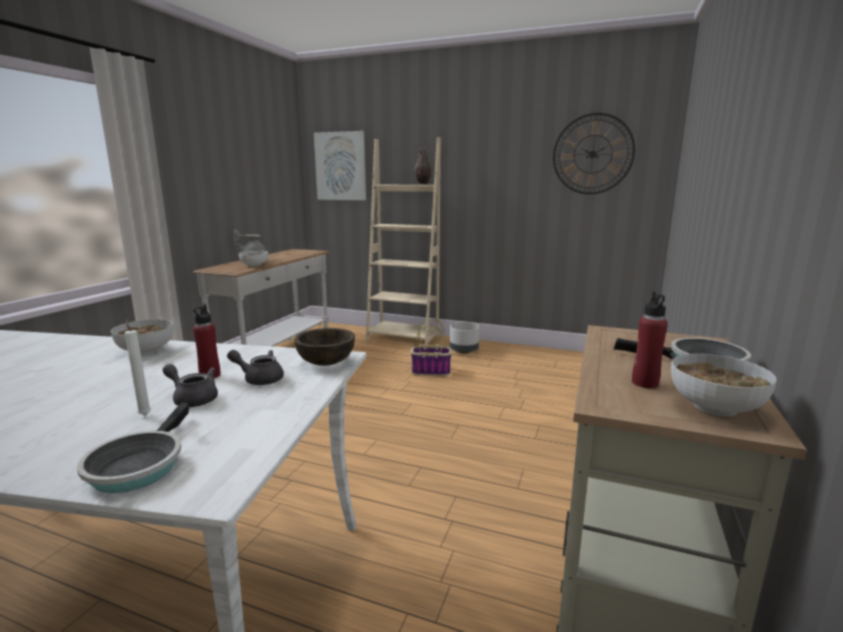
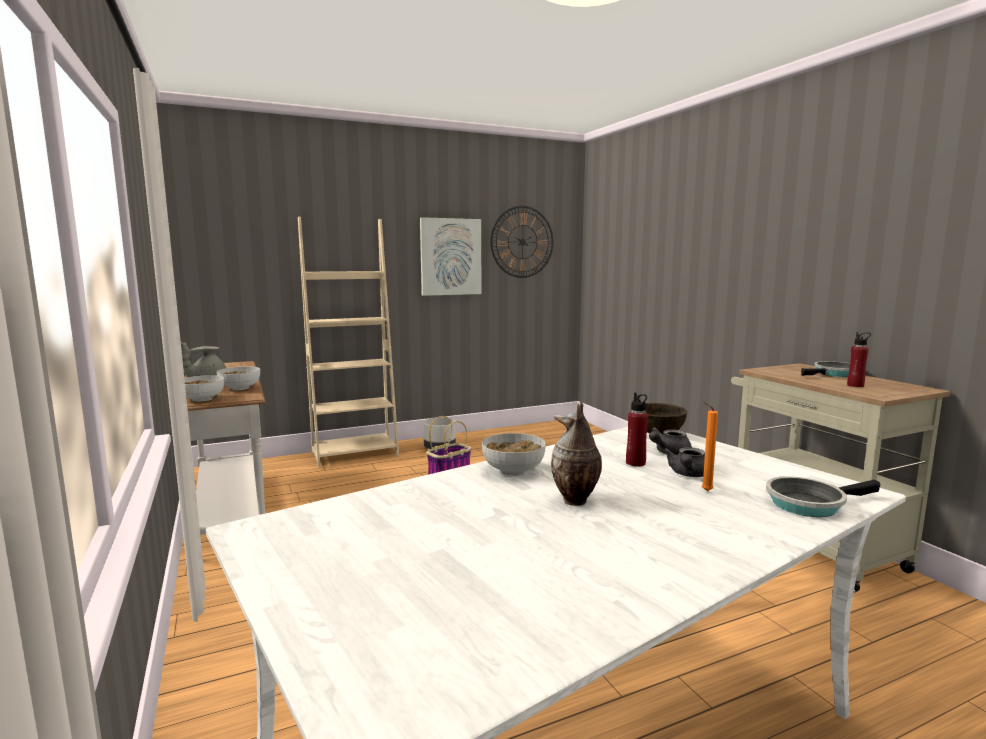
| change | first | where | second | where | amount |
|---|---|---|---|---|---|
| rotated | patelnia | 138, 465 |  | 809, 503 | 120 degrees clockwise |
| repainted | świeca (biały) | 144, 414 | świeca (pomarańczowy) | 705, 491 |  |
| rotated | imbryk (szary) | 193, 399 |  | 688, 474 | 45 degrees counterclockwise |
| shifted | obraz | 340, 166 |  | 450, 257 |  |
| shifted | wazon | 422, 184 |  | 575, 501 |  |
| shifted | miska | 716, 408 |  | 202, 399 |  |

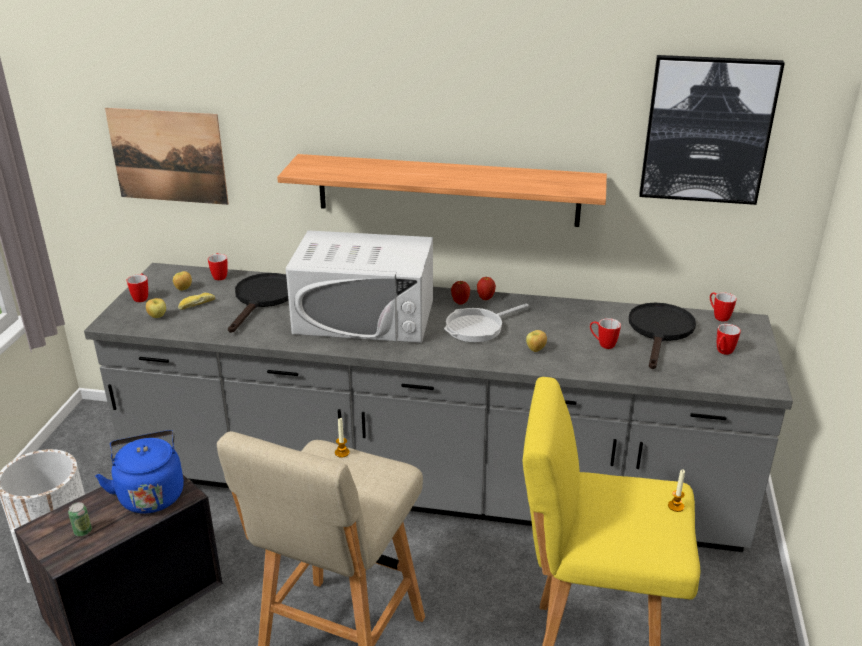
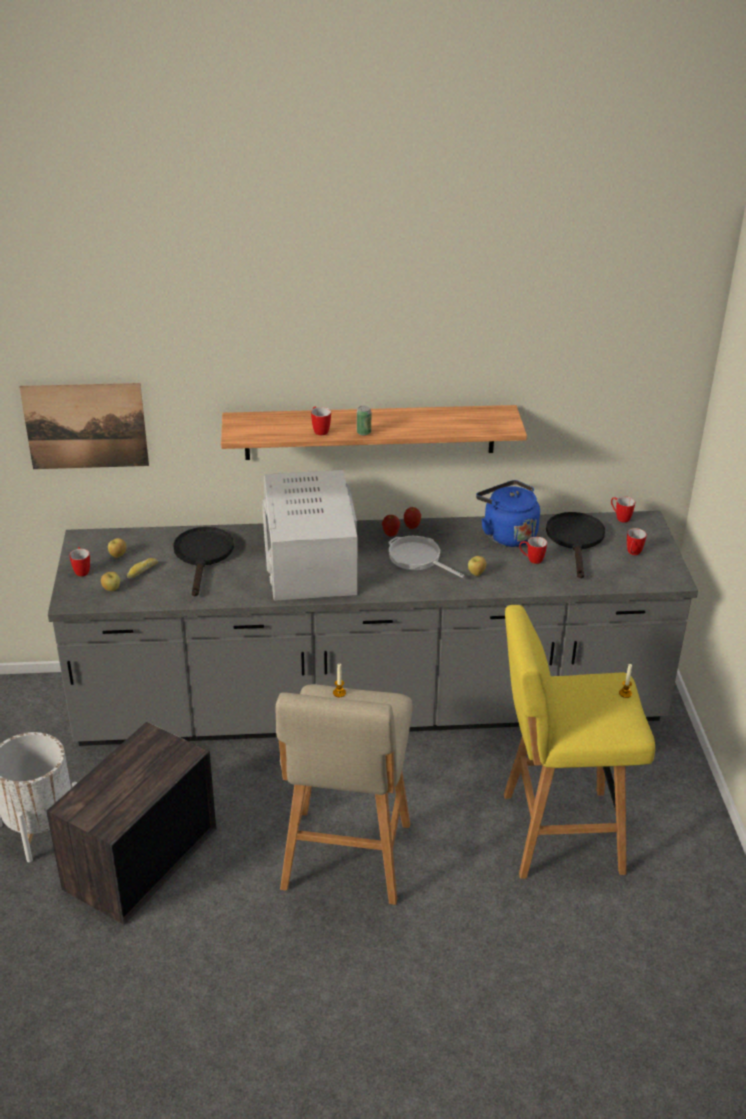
| change | first | where | second | where | amount |
|---|---|---|---|---|---|
| shifted | puszka | 83, 531 |  | 363, 432 |  |
| shifted | czajnik (niebieski) | 150, 494 |  | 507, 534 |  |
| shifted | kubek | 219, 276 |  | 319, 430 |  |
| rotated | mikrofalówka (biały) | 365, 317 |  | 310, 561 | 90 degrees clockwise |
| rotated | patelnia | 478, 327 |  | 417, 558 | 90 degrees clockwise |
| gone | obraz | 707, 130 |  |  |  |

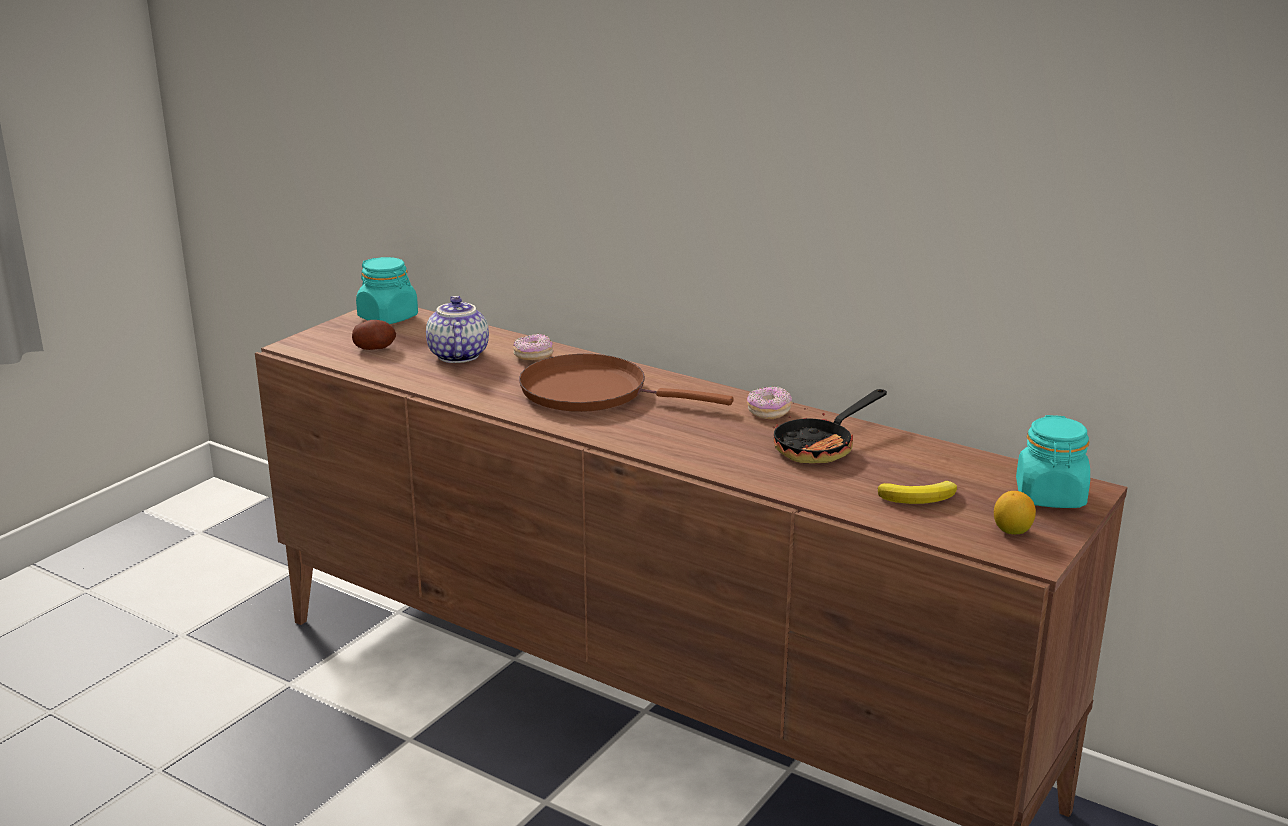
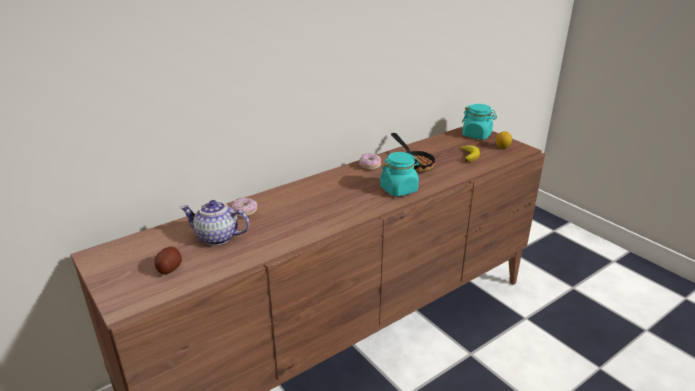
| change | first | where | second | where | amount |
|---|---|---|---|---|---|
| shifted | słoik (turkusowy) | 388, 318 |  | 399, 189 |  |
| gone | patelnia (brązowy) | 592, 392 |  |  |  |

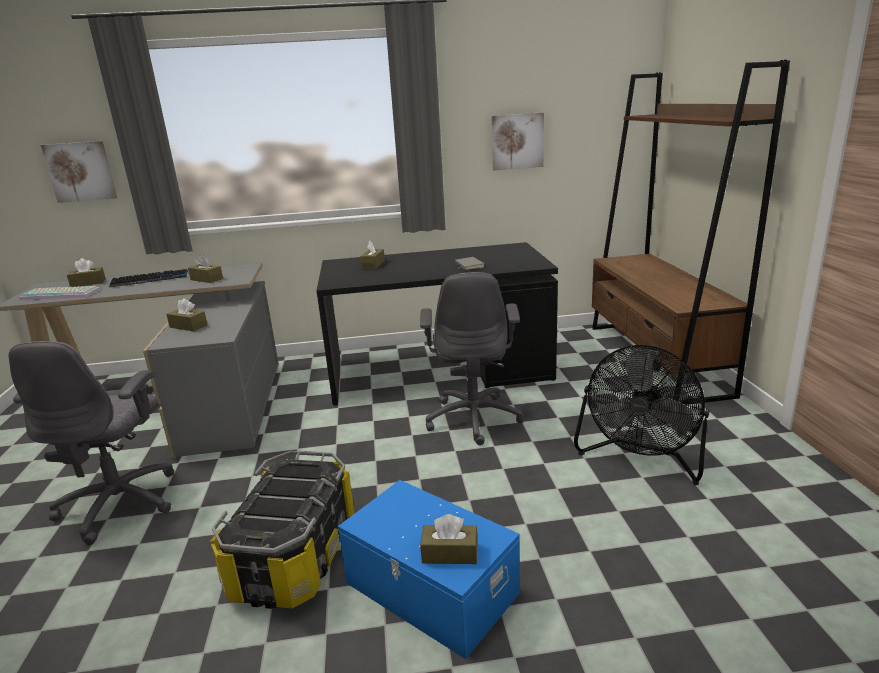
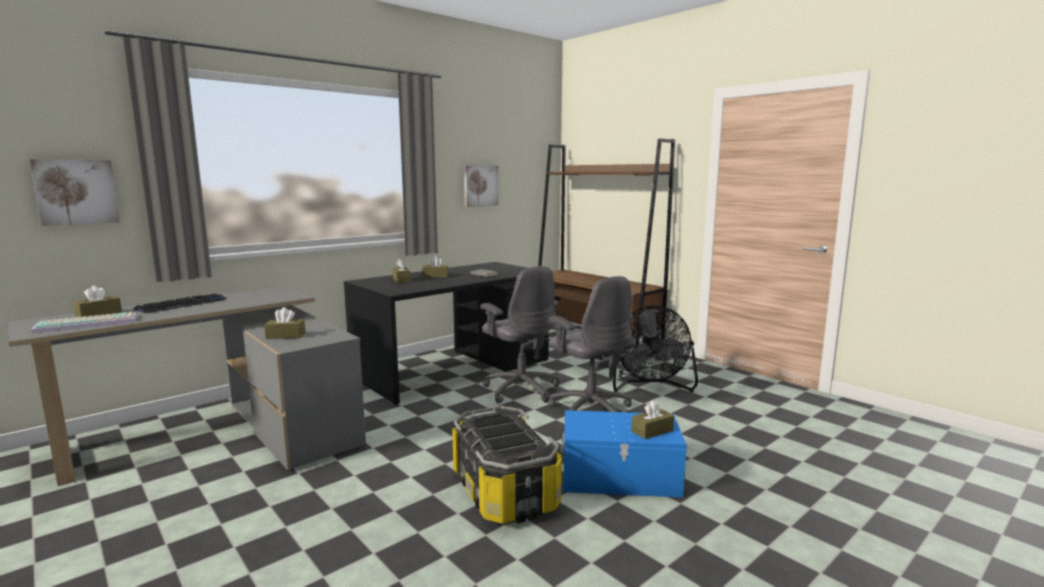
| change | first | where | second | where | amount |
|---|---|---|---|---|---|
| shifted | krzesło biurowe (szary) | 121, 503 |  | 590, 411 |  |
| shifted | pudełko chusteczek (brązowy) | 206, 279 |  | 435, 276 |  |

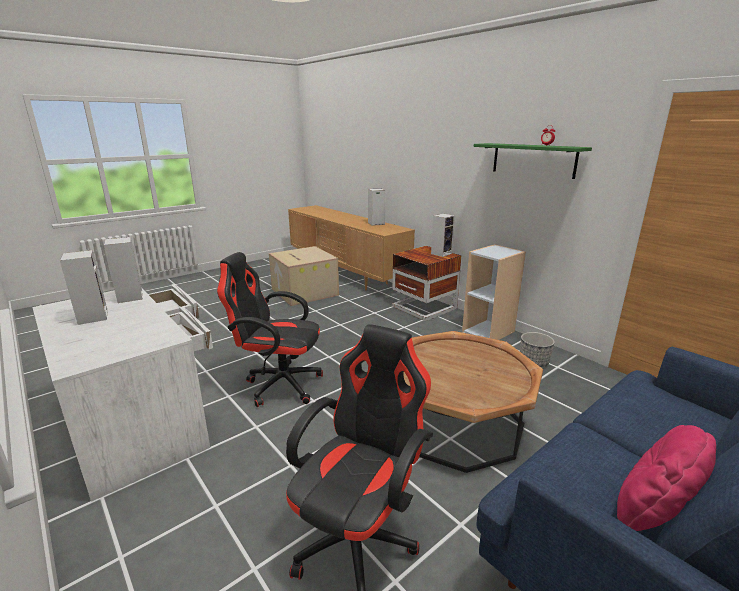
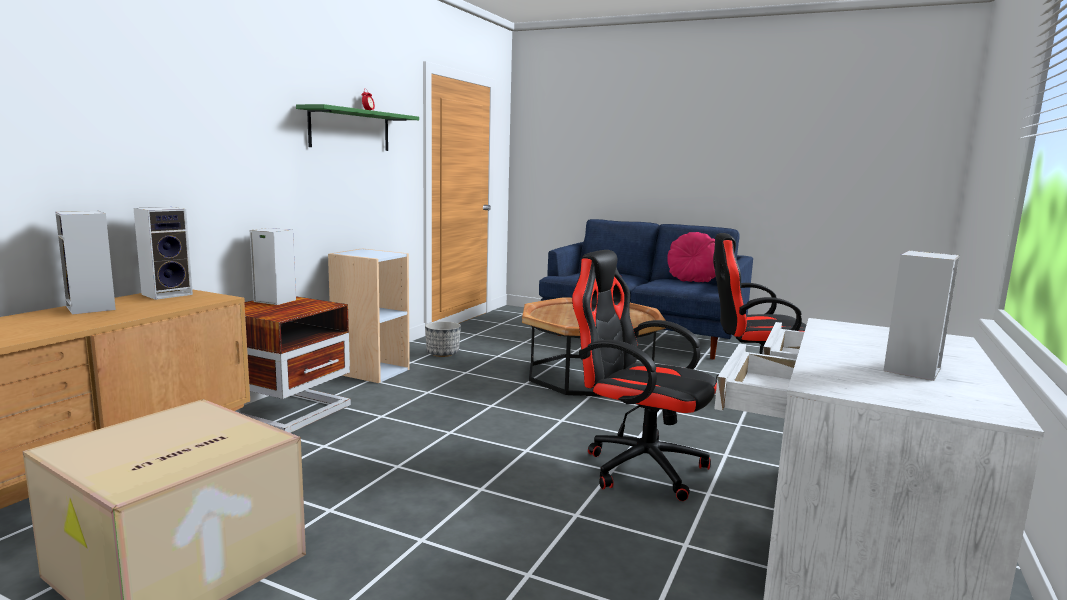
| change | first | where | second | where | amount |
|---|---|---|---|---|---|
| shifted | głośnik | 131, 297 |  | 168, 294 |  |
| rotated | krzesło biurowe (czarny) | 278, 384 |  | 636, 466 | 135 degrees clockwise |

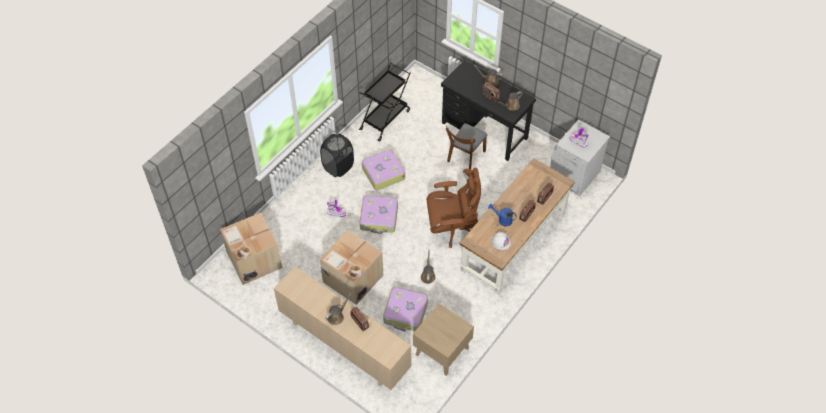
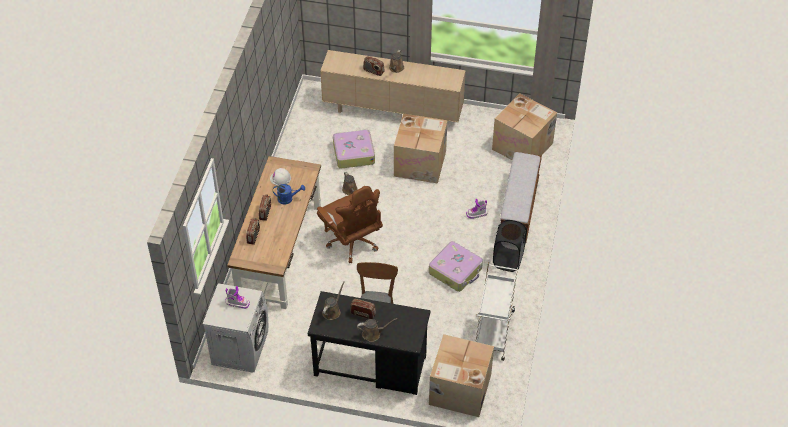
| change | first | where | second | where | amount |
|---|---|---|---|---|---|
| repainted | wózek (czarny) | 385, 120 | wózek (biały) | 493, 333 |  |
| gone | walizka | 379, 218 |  |  |  |
| gone | szafka nocna (beżowy) | 441, 351 |  |  |  |
| rotated | krzesło biurowe (brązowy) | 451, 229 |  | 350, 240 | 90 degrees counterclockwise |
| new |  |  | karton | 459, 390 |  |
| new |  |  | ławka | 519, 209 |  |

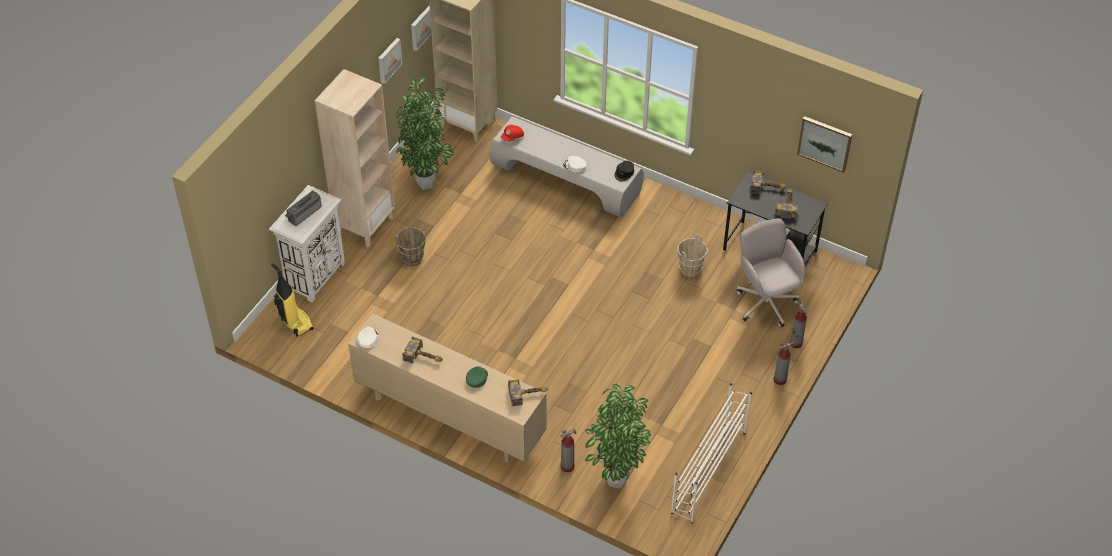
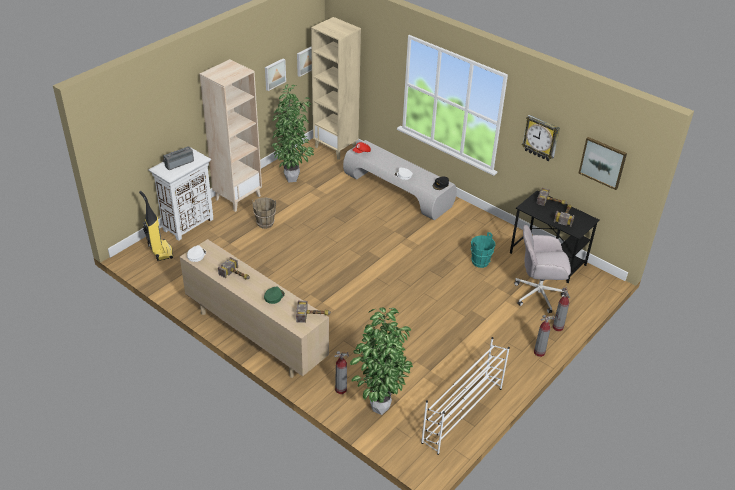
| change | first | where | second | where | amount |
|---|---|---|---|---|---|
| repainted | wiadro (beżowy) | 690, 269 | wiadro (turkusowy) | 480, 262 |  |
| rotated | krzesło biurowe (szary) | 766, 303 |  | 537, 295 | 75 degrees counterclockwise |
| new |  |  | zegar ścienny | 541, 138 |  |

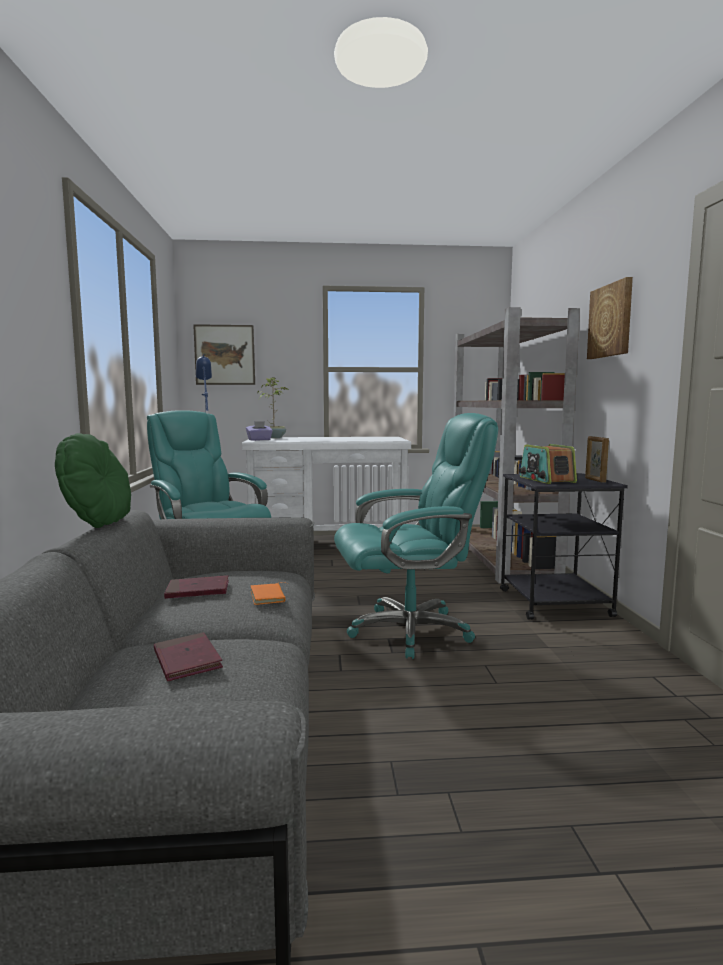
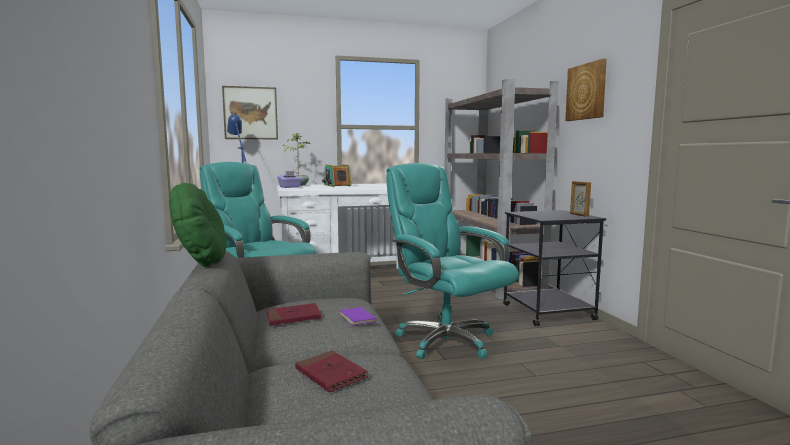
| change | first | where | second | where | amount |
|---|---|---|---|---|---|
| repainted | książka (pomarańczowy) | 269, 596 | książka (fioletowy) | 359, 318 |  |
| rotated | krzesło biurowe (turkusowy) | 407, 631 |  | 447, 341 | 105 degrees counterclockwise |
| shifted | radio | 546, 479 |  | 337, 185 |  |

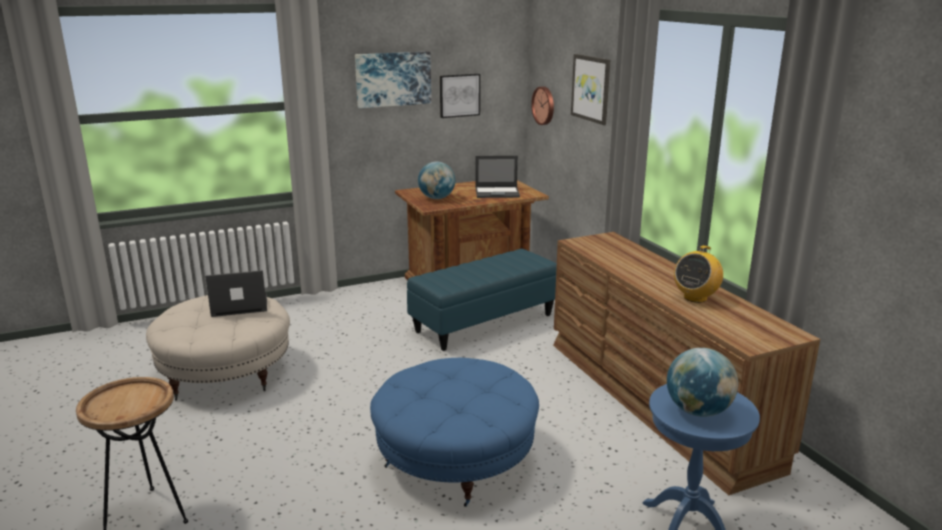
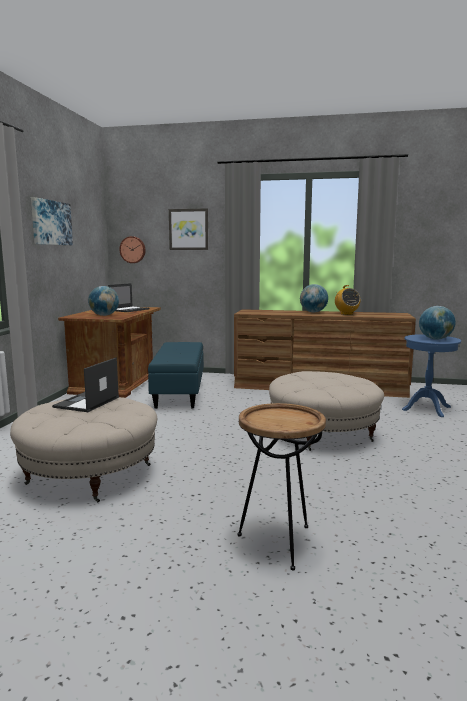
| change | first | where | second | where | amount |
|---|---|---|---|---|---|
| repainted | pufa (niebieski) | 455, 459 | pufa (beżowy) | 323, 433 |  |
| gone | obraz | 459, 95 |  |  |  |
| new |  |  | globus | 313, 312 |  |

